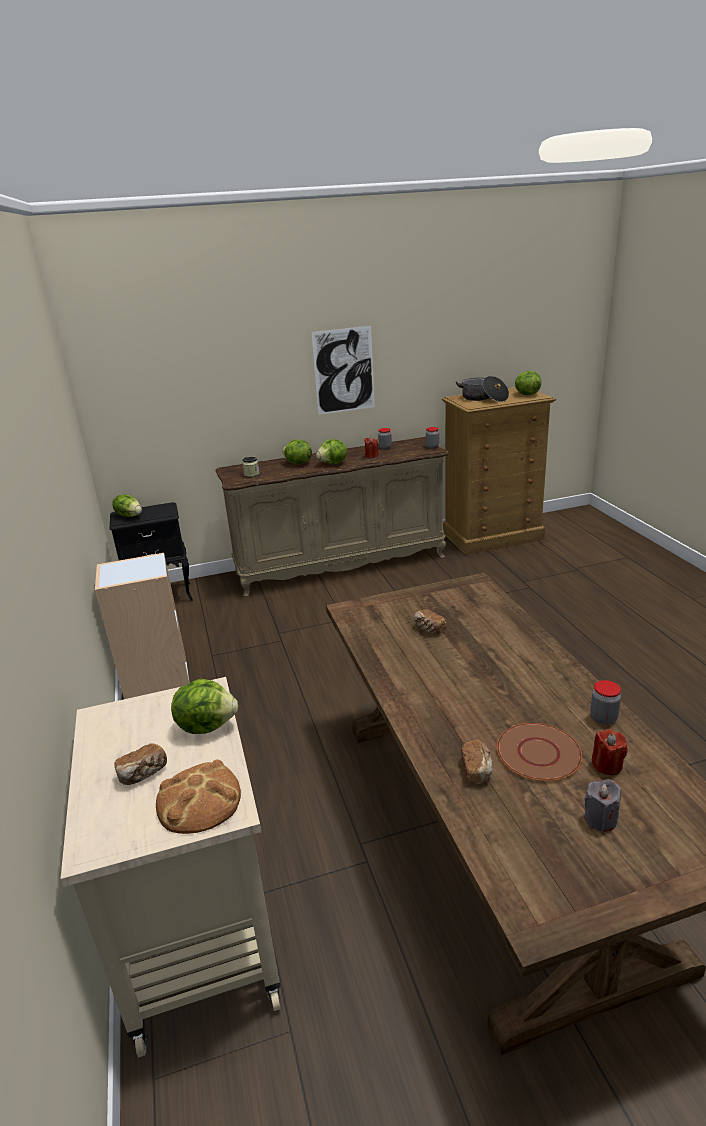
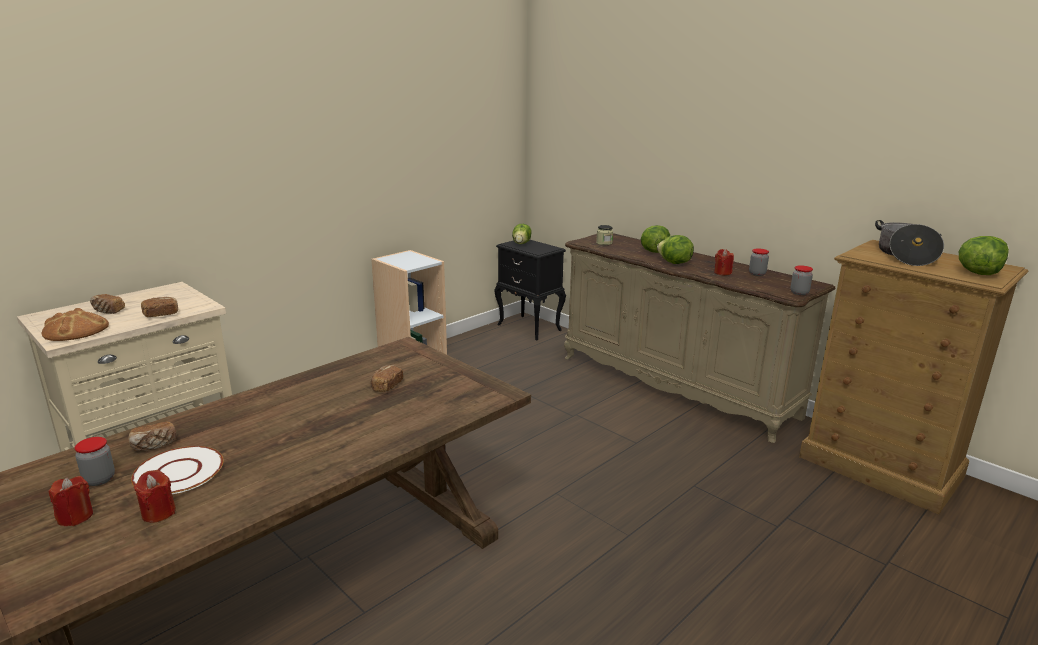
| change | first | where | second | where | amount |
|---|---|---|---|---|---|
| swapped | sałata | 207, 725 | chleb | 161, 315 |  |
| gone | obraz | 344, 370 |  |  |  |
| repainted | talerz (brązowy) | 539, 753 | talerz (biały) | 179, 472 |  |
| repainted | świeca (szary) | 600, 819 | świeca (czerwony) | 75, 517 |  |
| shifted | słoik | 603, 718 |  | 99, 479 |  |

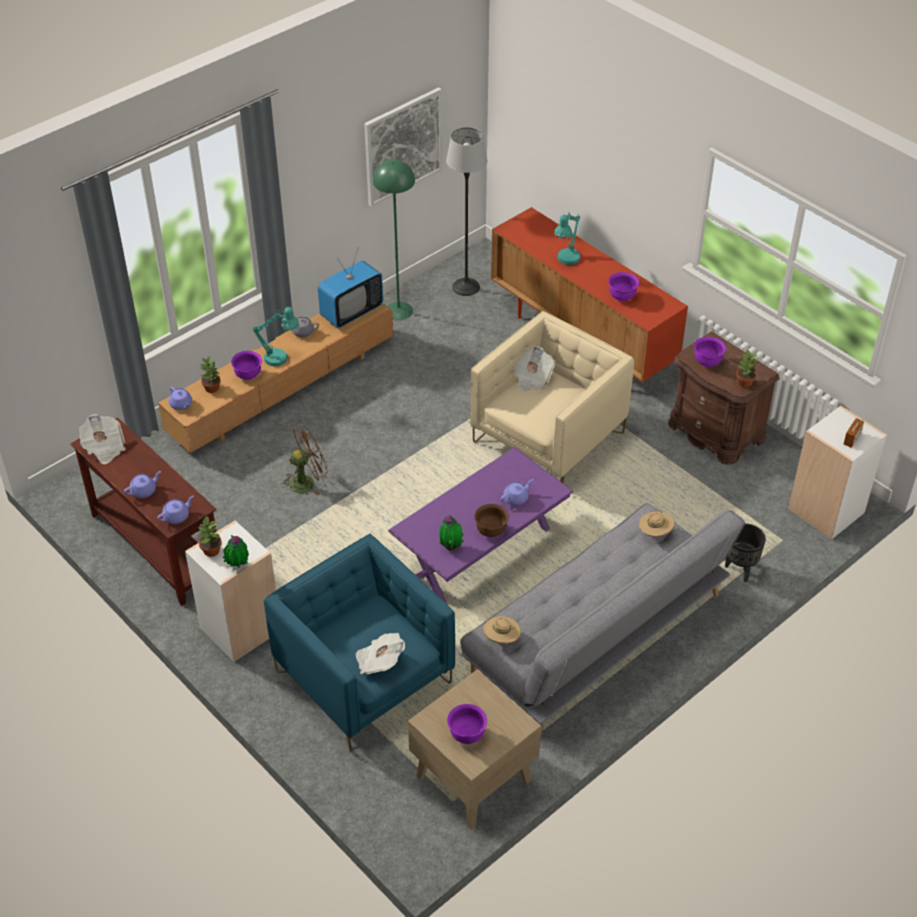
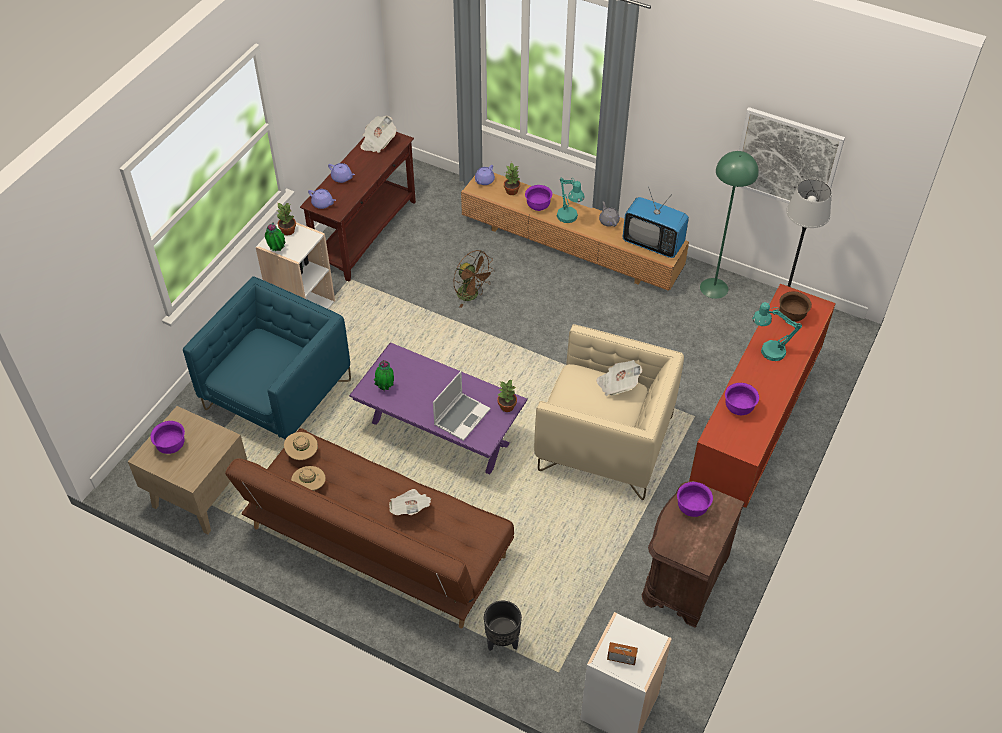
| change | first | where | second | where | amount |
|---|---|---|---|---|---|
| shifted | gazeta | 379, 661 |  | 410, 508 |  |
| repainted | kanapa (szary) | 597, 635 | kanapa (brązowy) | 378, 542 |  |
| shifted | miska (brązowy) | 491, 530 |  | 791, 316 |  |
| swapped | imbryk (fioletowy) | 516, 498 | laptop | 461, 416 |  |
| shifted | kapelusz (beżowy) | 655, 532 |  | 310, 486 |  |
| shifted | roślina doniczkowa | 744, 382 |  | 506, 406 |  |

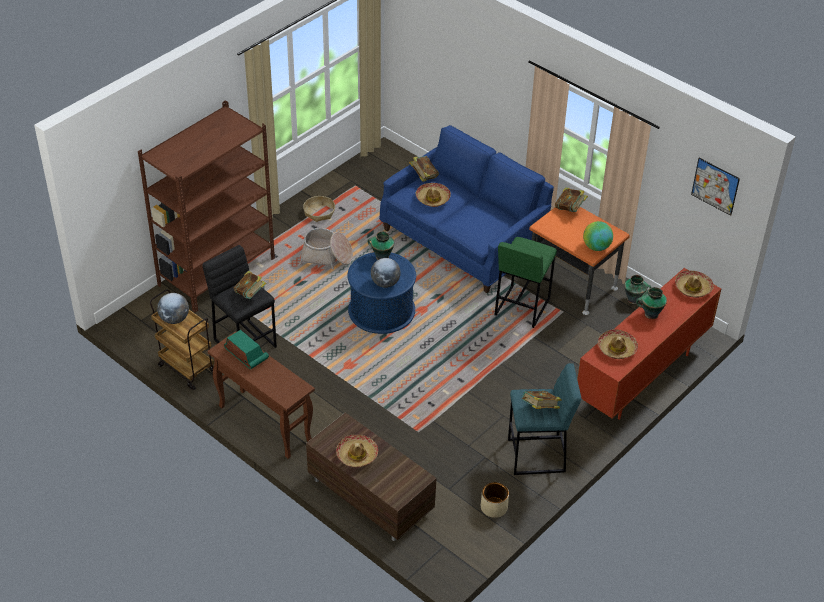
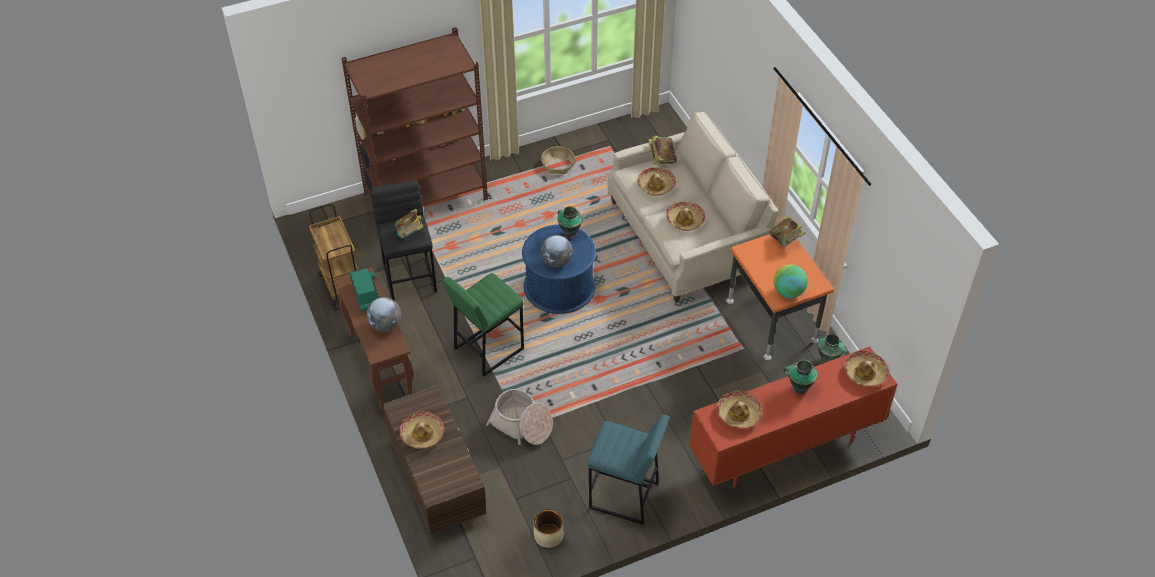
| change | first | where | second | where | amount |
|---|---|---|---|---|---|
| shifted | globus | 174, 319 |  | 385, 325 |  |
| shifted | koszyk | 326, 256 |  | 521, 425 |  |
| repainted | kanapa (niebieski) | 464, 239 | kanapa (beżowy) | 686, 236 |  |
| shifted | stołek (zielony) | 521, 308 |  | 487, 350 |  |
| gone | książka | 540, 408 |  |  |  |
| gone | obraz | 715, 186 |  |  |  |
| new |  |  | kapelusz | 685, 220 |  |

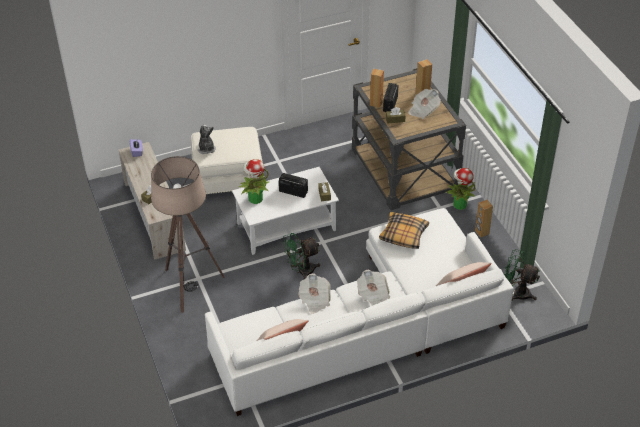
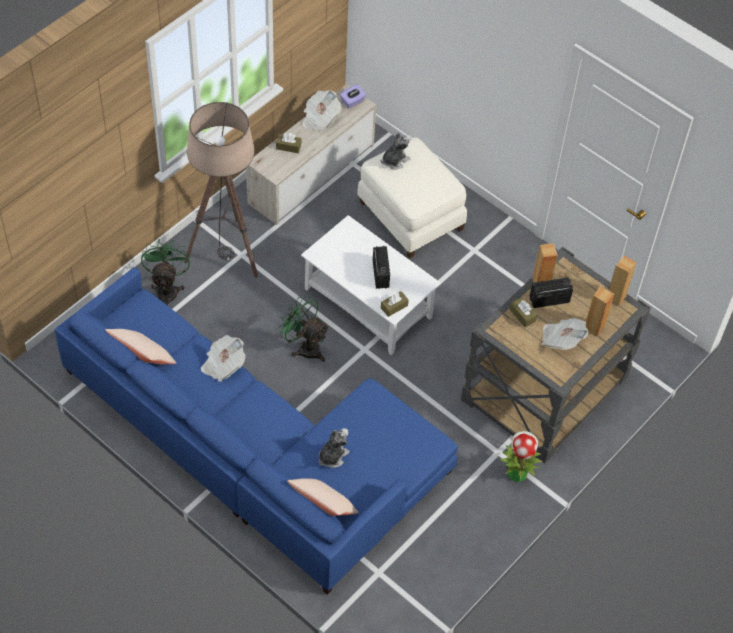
| change | first | where | second | where | amount |
|---|---|---|---|---|---|
| repainted | kanapa (biały) | 370, 325 | kanapa (niebieski) | 258, 447 |  |
| gone | roślina doniczkowa | 255, 199 |  |  |  |
| shifted | gazeta | 373, 295 |  | 320, 118 |  |
| gone | poduszka | 403, 235 |  |  |  |
| shifted | głośnik (brązowy) | 481, 232 |  | 616, 297 |  |
| shifted | wentylator (zielony) | 516, 292 |  | 167, 289 |  |
| new |  |  | pluszak | 332, 456 |  |

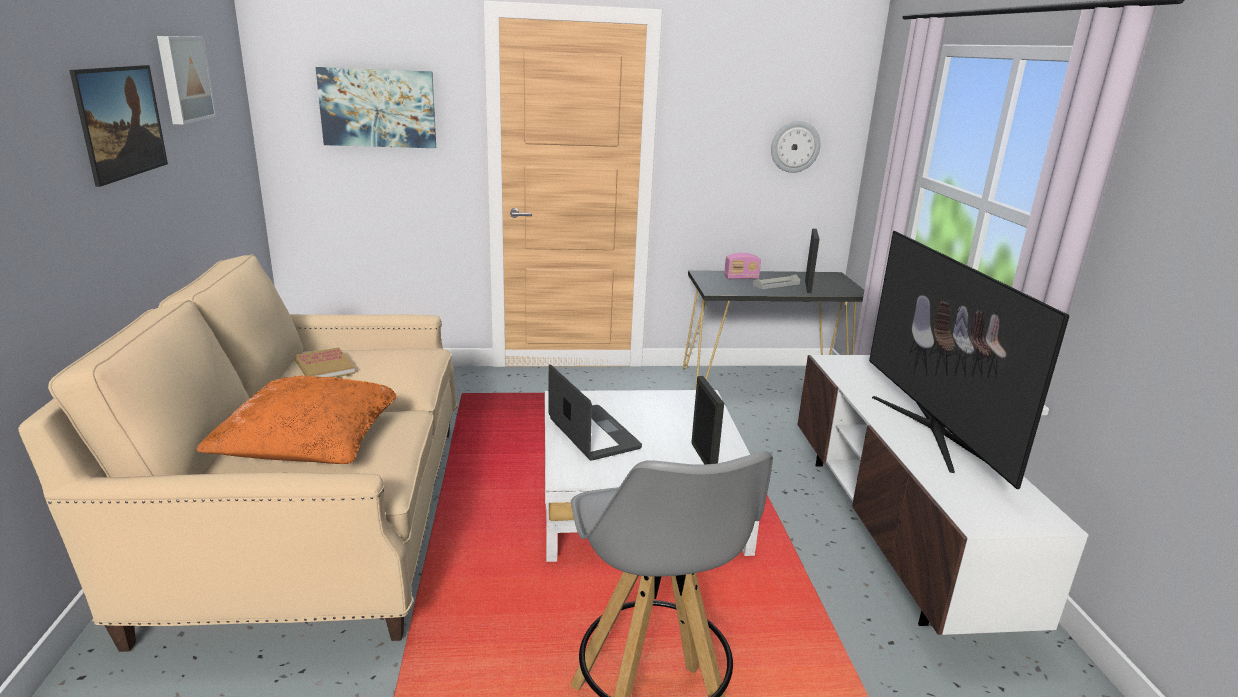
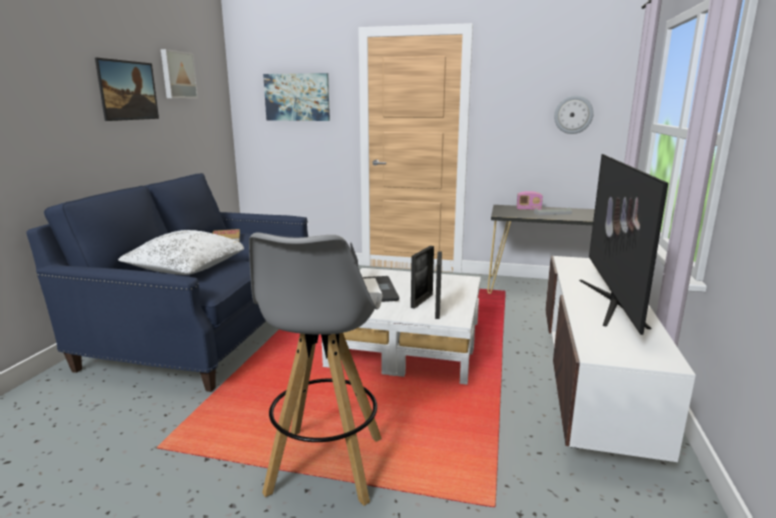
| change | first | where | second | where | amount |
|---|---|---|---|---|---|
| repainted | kanapa (beżowy) | 314, 518 | kanapa (niebieski) | 207, 327 |  |
| repainted | poduszka (pomarańczowy) | 309, 439 | poduszka (biały) | 187, 266 |  |
| shifted | ramka na zdjęcie | 808, 286 |  | 422, 301 |  |

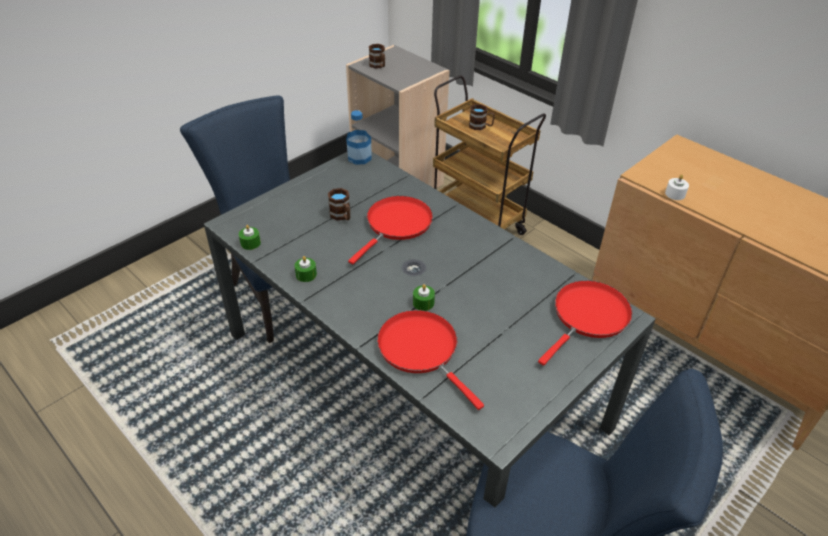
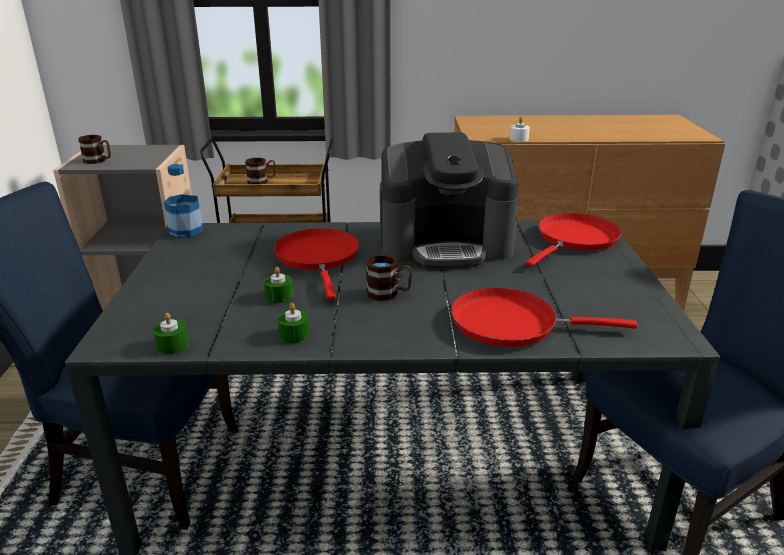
| change | first | where | second | where | amount |
|---|---|---|---|---|---|
| shifted | kubek (brązowy) | 342, 216 |  | 389, 293 |  |
| shifted | świeca (zielony) | 423, 303 |  | 279, 296 |  |
| rotated | patelnia (czerwony) | 588, 317 |  | 574, 239 | 45 degrees clockwise |
| new |  |  | ekspres do kawy | 445, 243 |  |

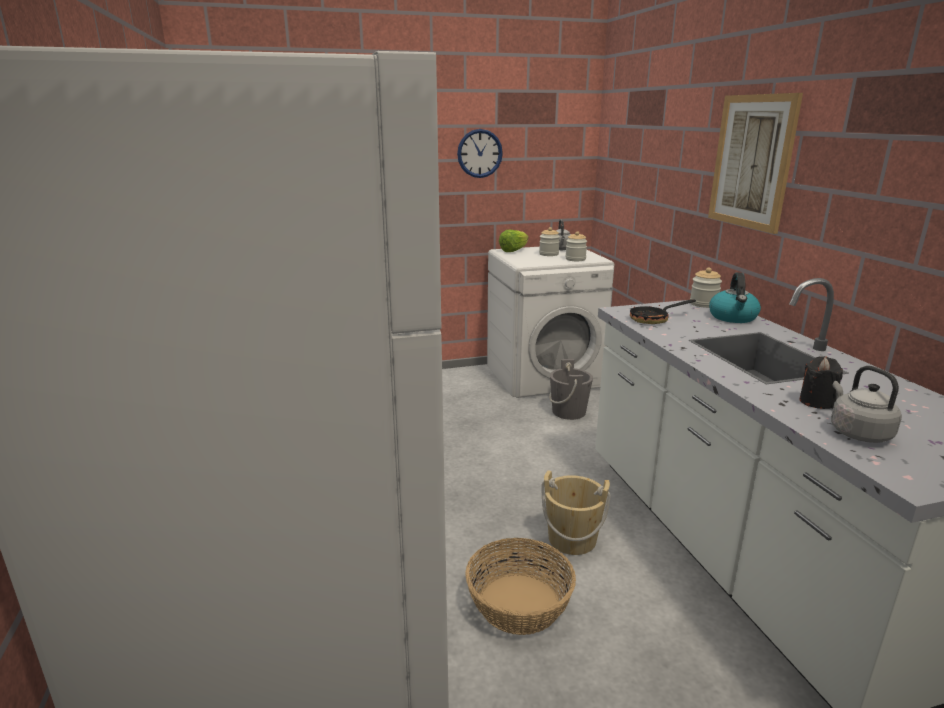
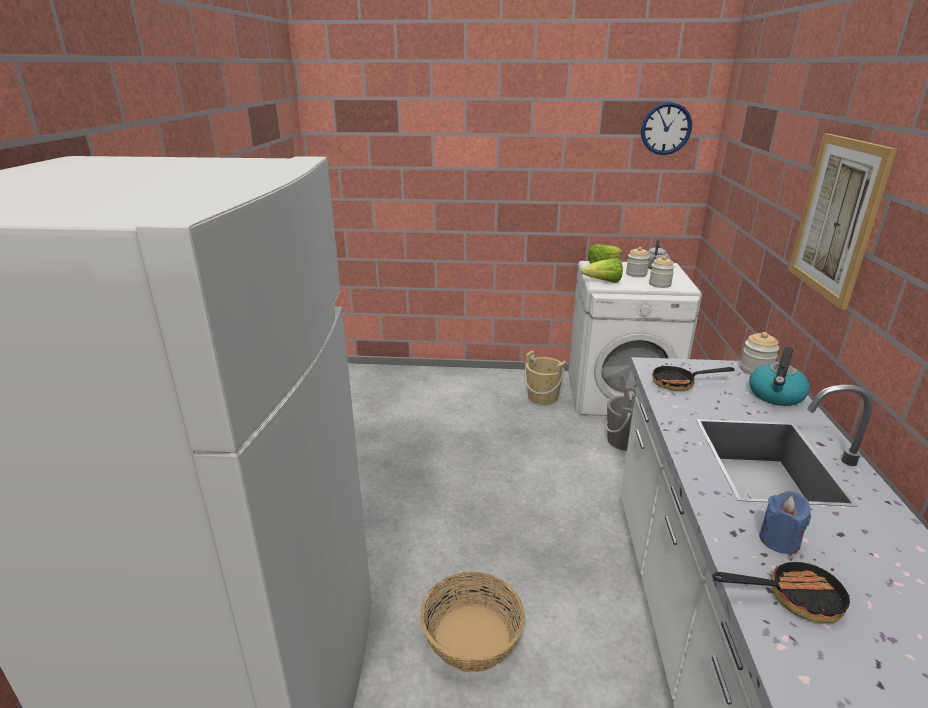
| change | first | where | second | where | amount |
|---|---|---|---|---|---|
| shifted | zegar ścienny | 479, 153 |  | 666, 128 |  |
| shifted | wiadro (beżowy) | 572, 539 |  | 543, 397 |  |
| repainted | świeca (czarny) | 816, 402 | świeca (niebieski) | 779, 540 |  |
| swapped | czajnik (szary) | 857, 432 | patelnia | 793, 597 |  |
| new |  |  | sałata | 603, 282 |  |

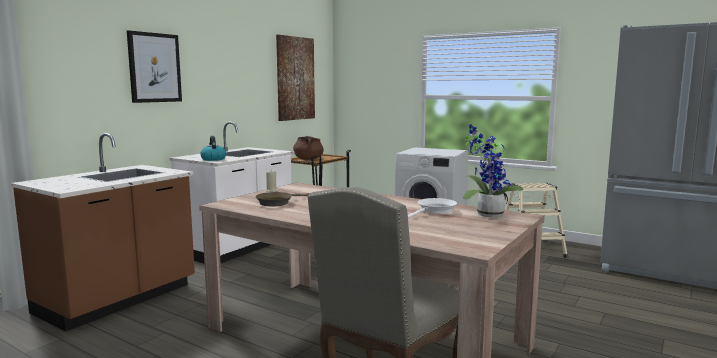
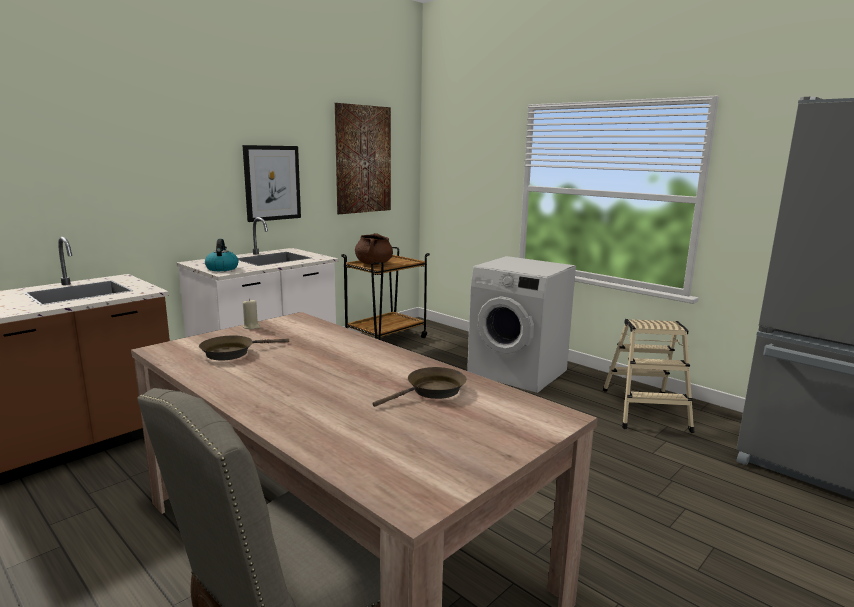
| change | first | where | second | where | amount |
|---|---|---|---|---|---|
| shifted | obraz | 154, 67 |  | 272, 183 |  |
| repainted | patelnia (biały) | 434, 211 | patelnia (brązowy) | 432, 391 |  |
| gone | roślina doniczkowa | 486, 214 |  |  |  |

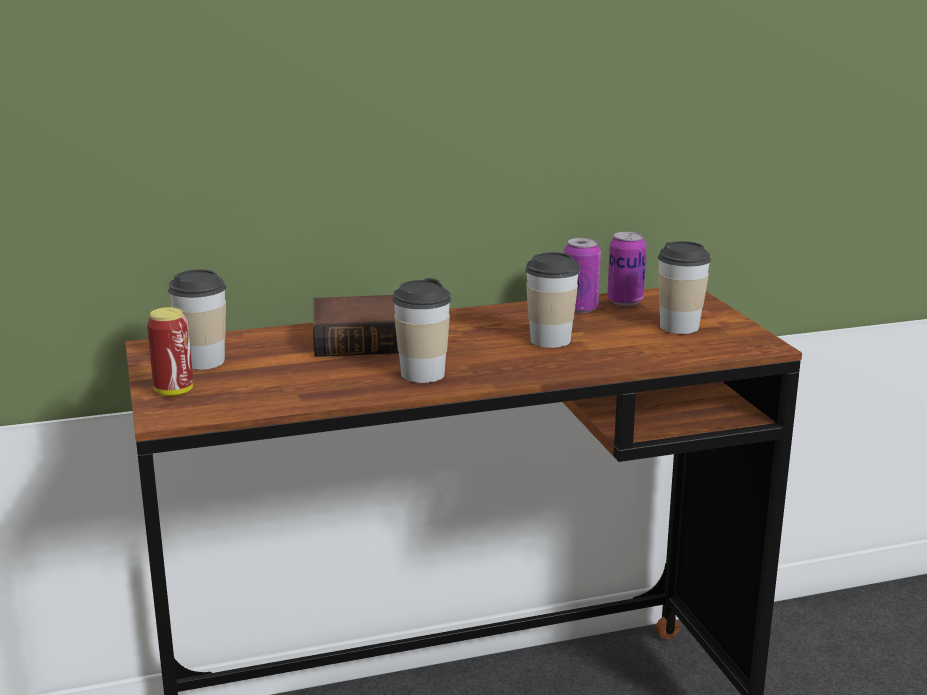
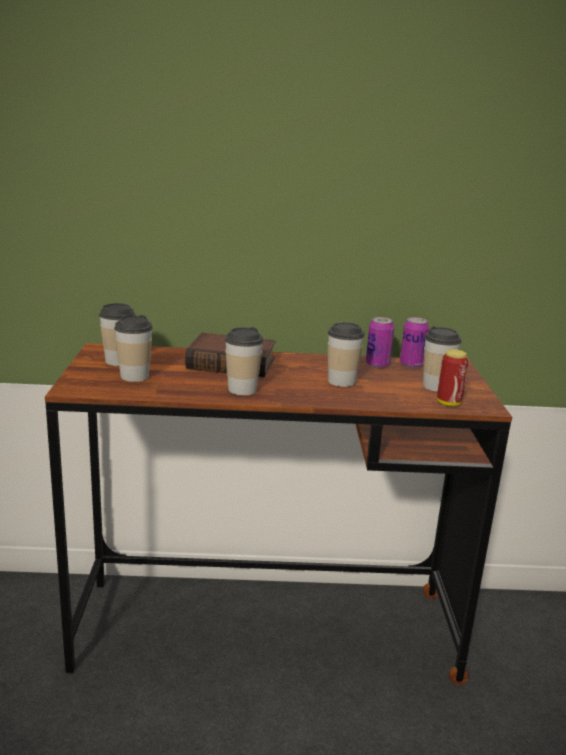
| change | first | where | second | where | amount |
|---|---|---|---|---|---|
| shifted | puszka | 174, 391 |  | 448, 403 |  |
| new |  |  | filiżanka | 134, 376 |  |

